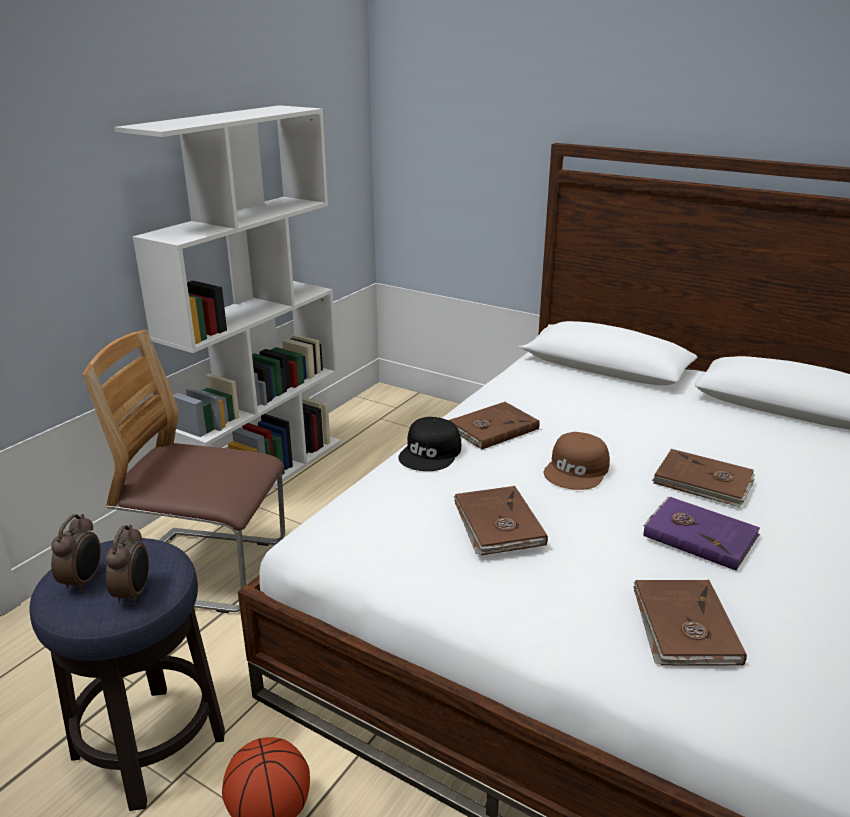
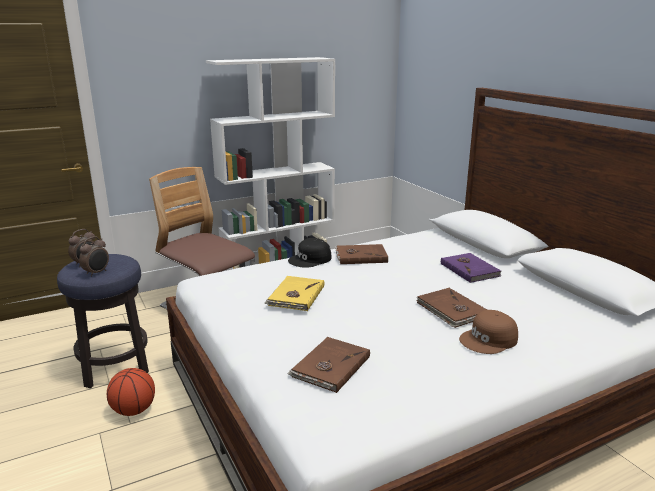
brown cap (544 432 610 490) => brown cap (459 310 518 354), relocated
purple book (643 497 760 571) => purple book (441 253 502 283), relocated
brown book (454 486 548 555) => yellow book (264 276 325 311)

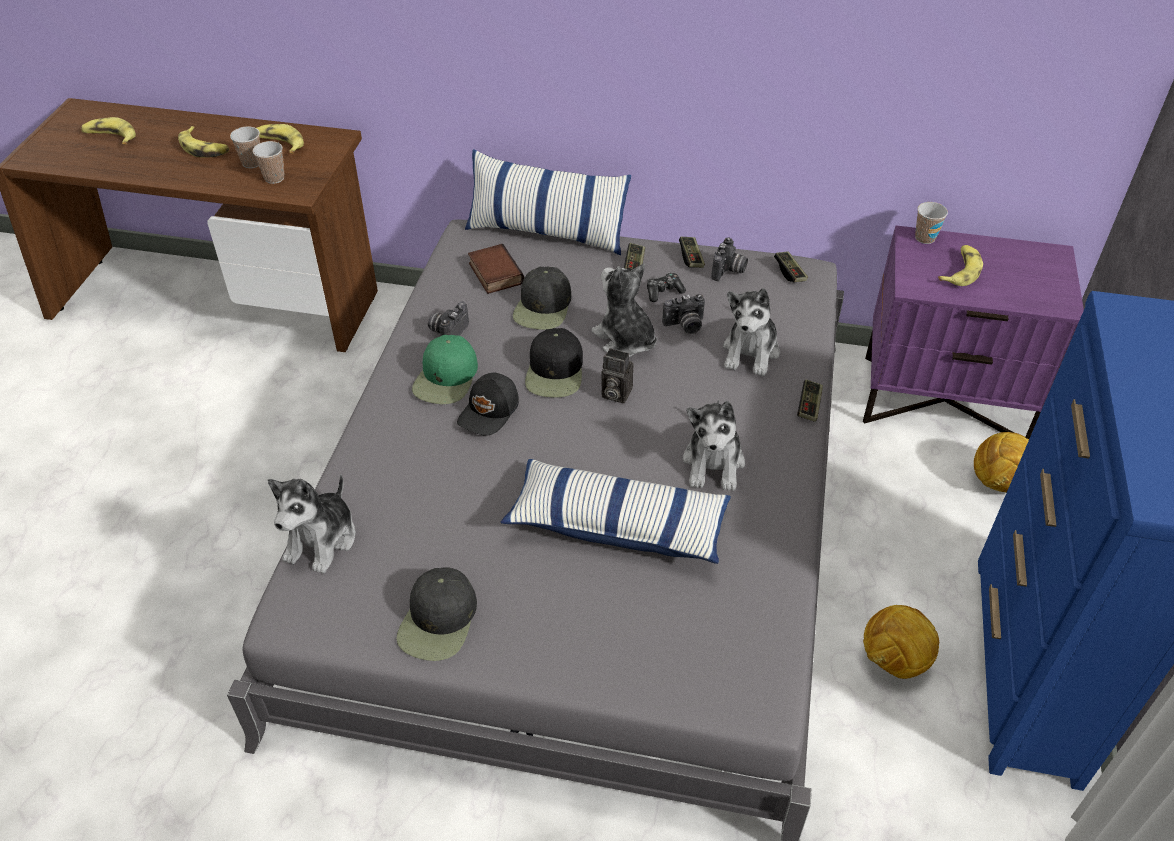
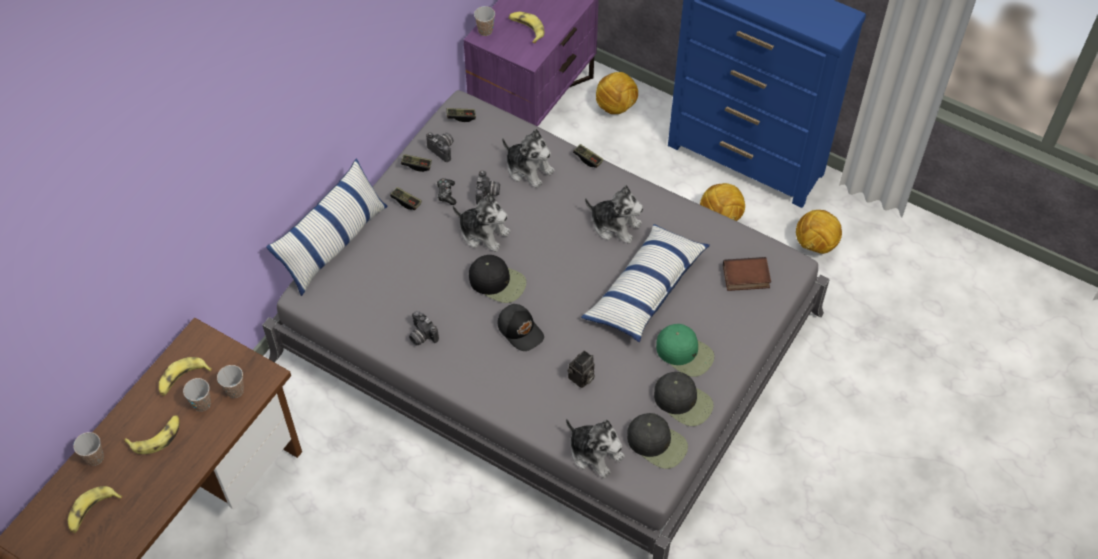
nothing => cup (73 432 104 466)
nothing => football (796 210 842 254)
green cap (412 335 478 404) => green cap (656 324 714 377), relocated
book (468 244 524 294) => book (723 257 771 291), relocated
black cap (513 267 571 330) => black cap (627 413 688 469), relocated
photo camera (602 348 634 403) => photo camera (567 350 595 388), relocated
plush toy (592 264 657 357) => plush toy (453 193 510 252), 135 degrees counterclockwise

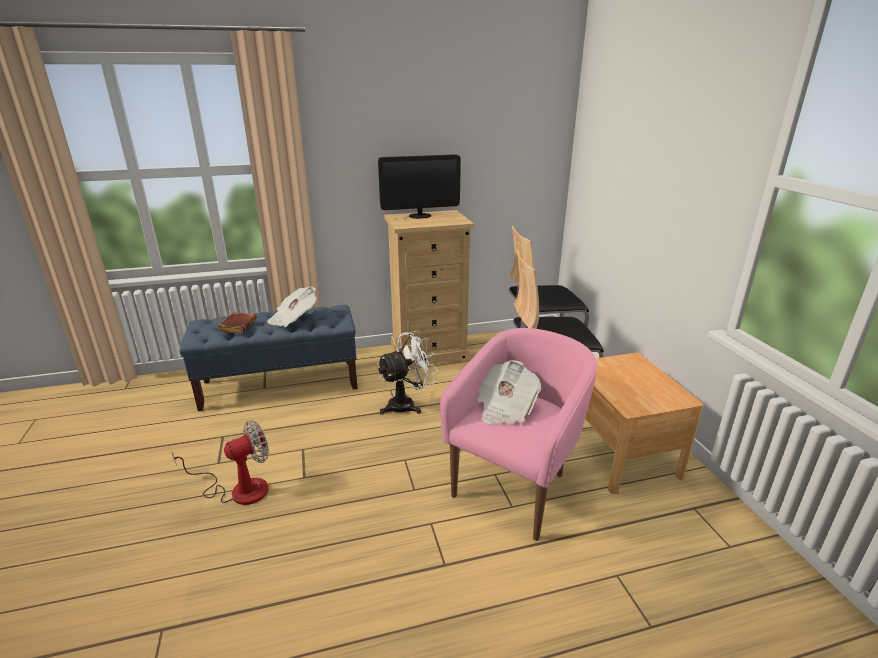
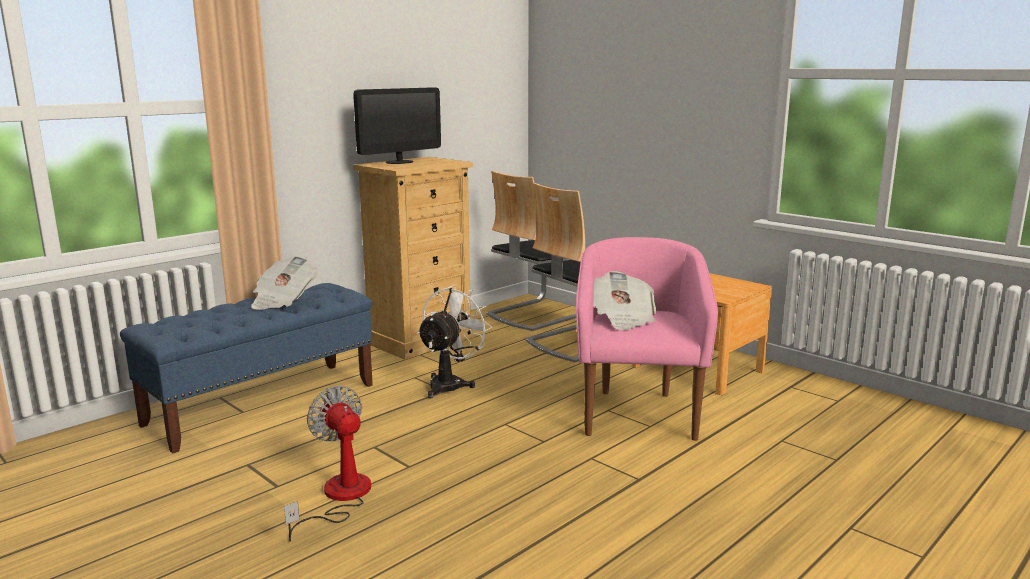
brown book (218 312 257 334) => nothing
fan (171 421 269 505) => fan (284 386 371 541), 60 degrees counterclockwise

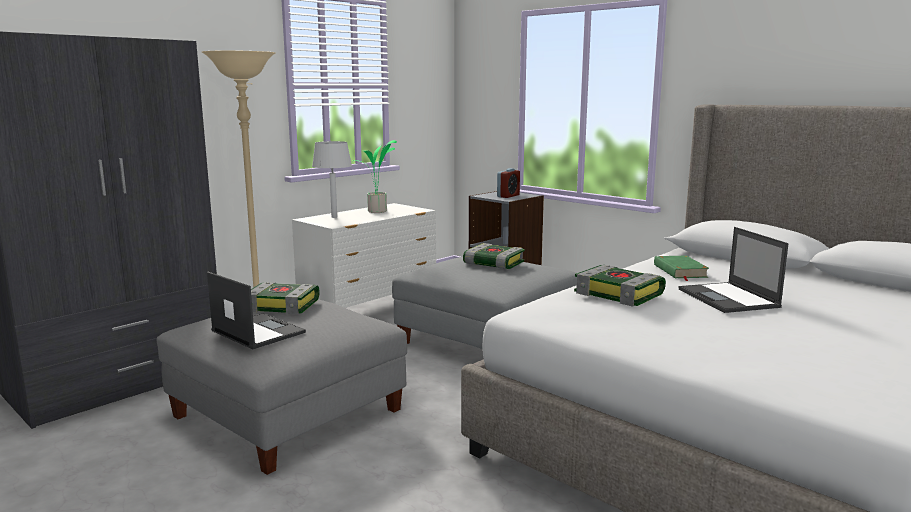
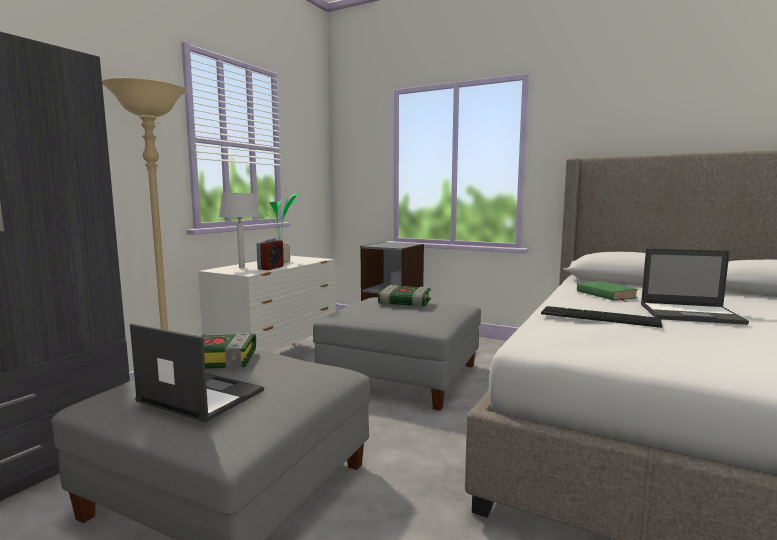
alarm clock (497 168 520 198) => alarm clock (256 238 284 270), relocated
book (574 265 666 307) => keyboard (541 306 662 328)
laptop (679 227 789 313) => laptop (641 249 749 325), 45 degrees counterclockwise

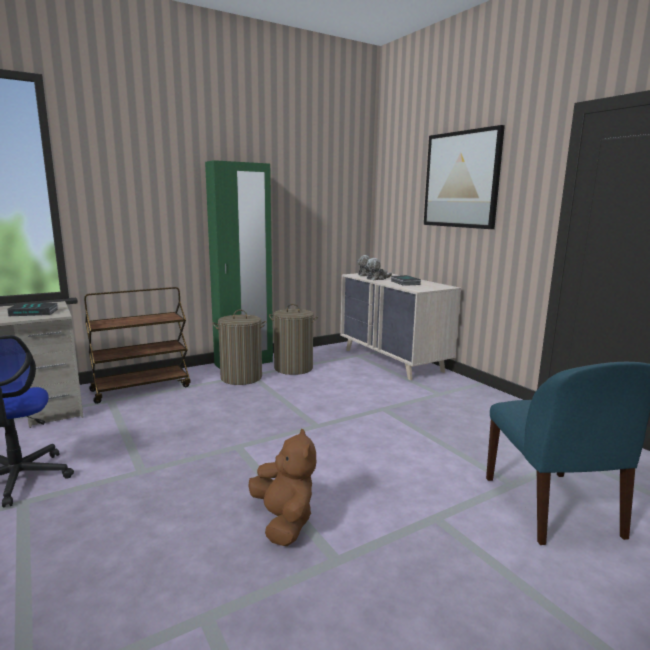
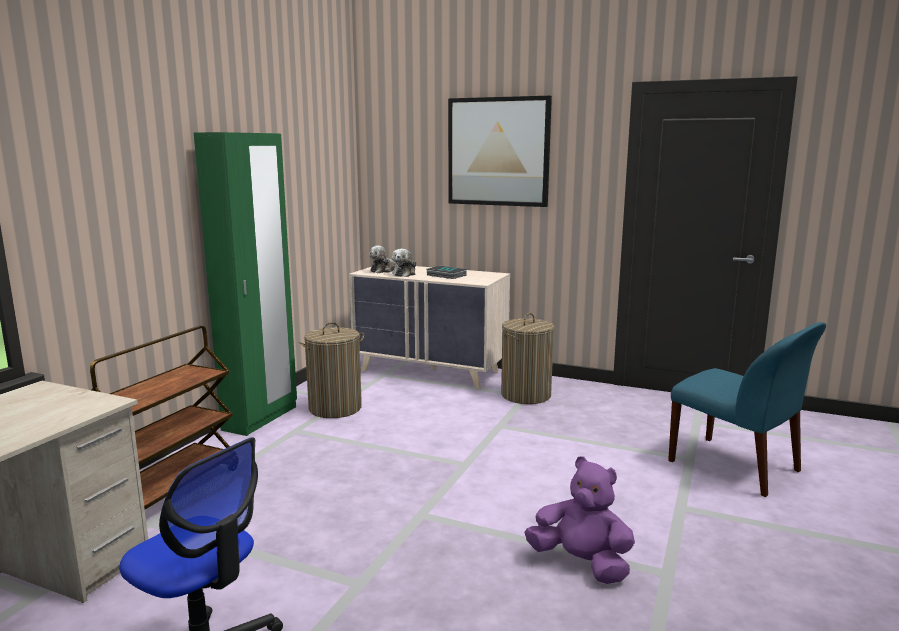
book (7 303 58 316) => nothing
laundry basket (213 309 266 385) => laundry basket (501 313 554 404), relocated
brown plush toy (248 429 316 546) => purple plush toy (525 456 635 584)

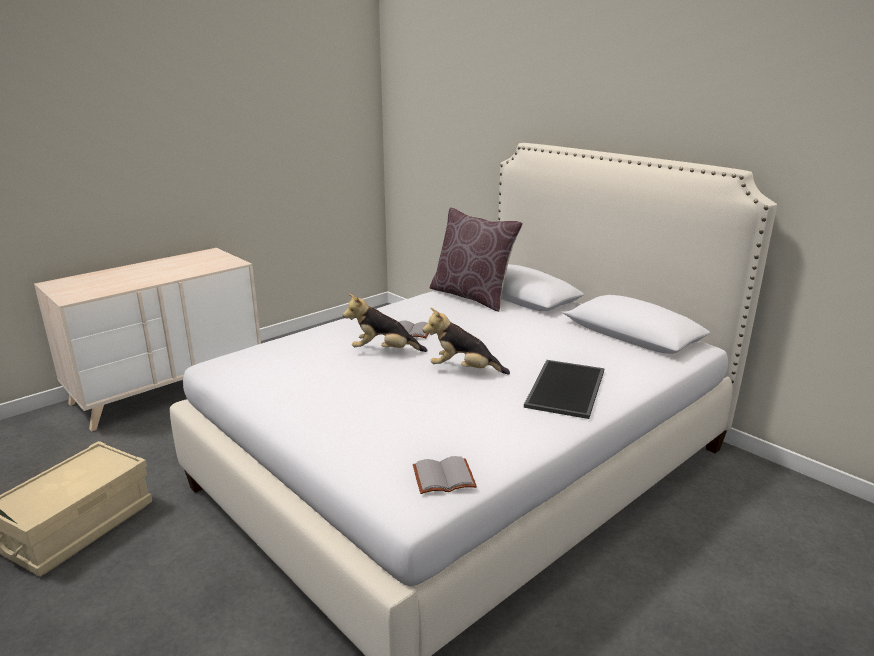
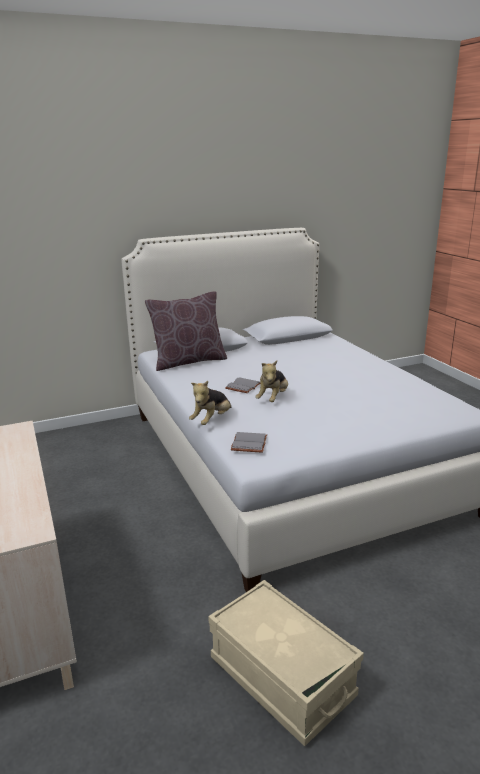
tray (524 360 604 419) => nothing
grey book (413 456 477 494) => grey book (231 432 267 453), relocated
plush toy (423 307 510 375) => plush toy (189 381 231 425), relocated

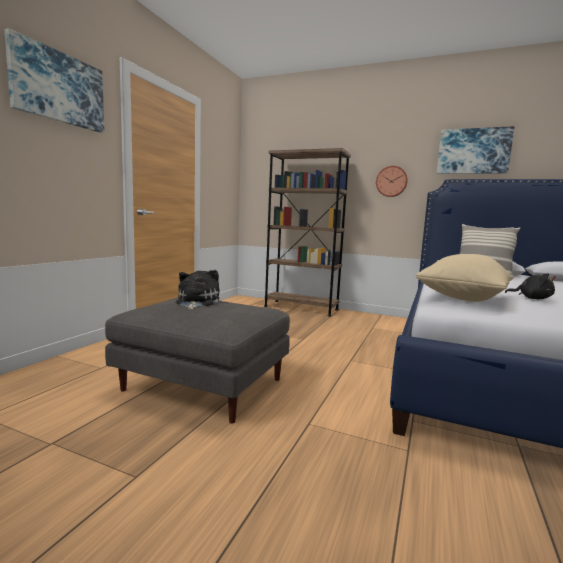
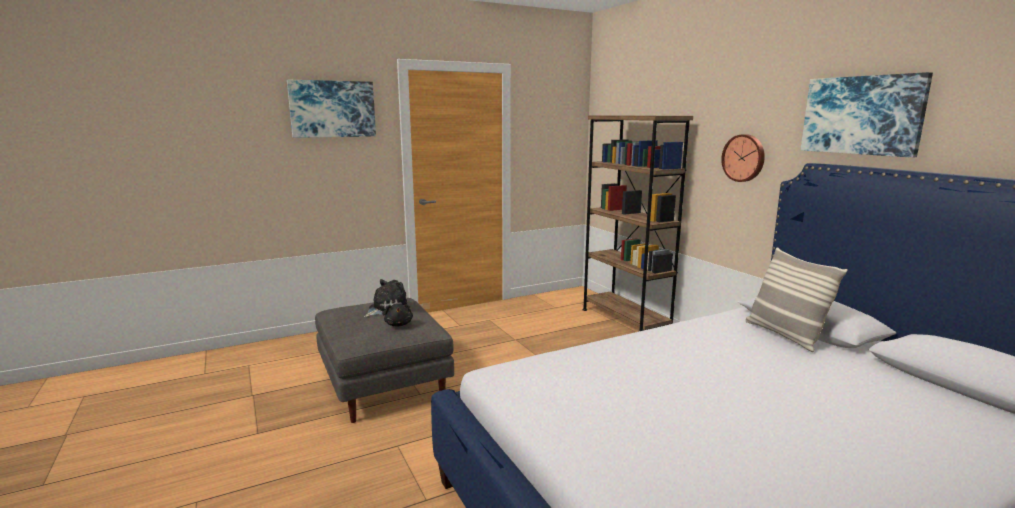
beige pillow (416 254 513 302) => nothing
black plush toy (505 274 556 299) => black plush toy (384 303 413 327), relocated

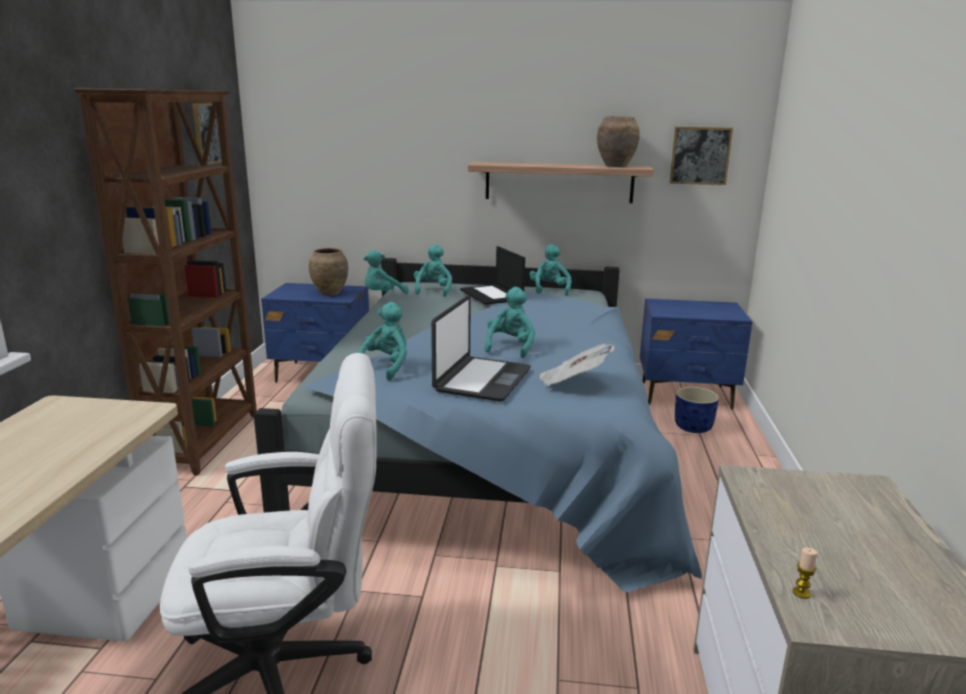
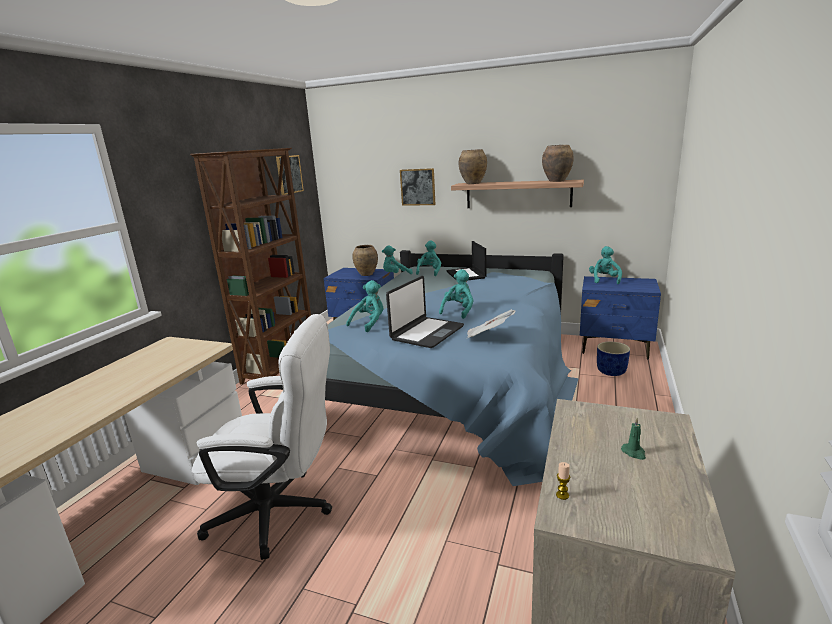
nothing => brown vase (459 149 487 184)
nothing => green candle (621 418 646 460)
turquoise plush toy (530 244 571 296) => turquoise plush toy (589 246 622 284), relocated
picture (670 127 733 185) => picture (400 168 436 206), relocated

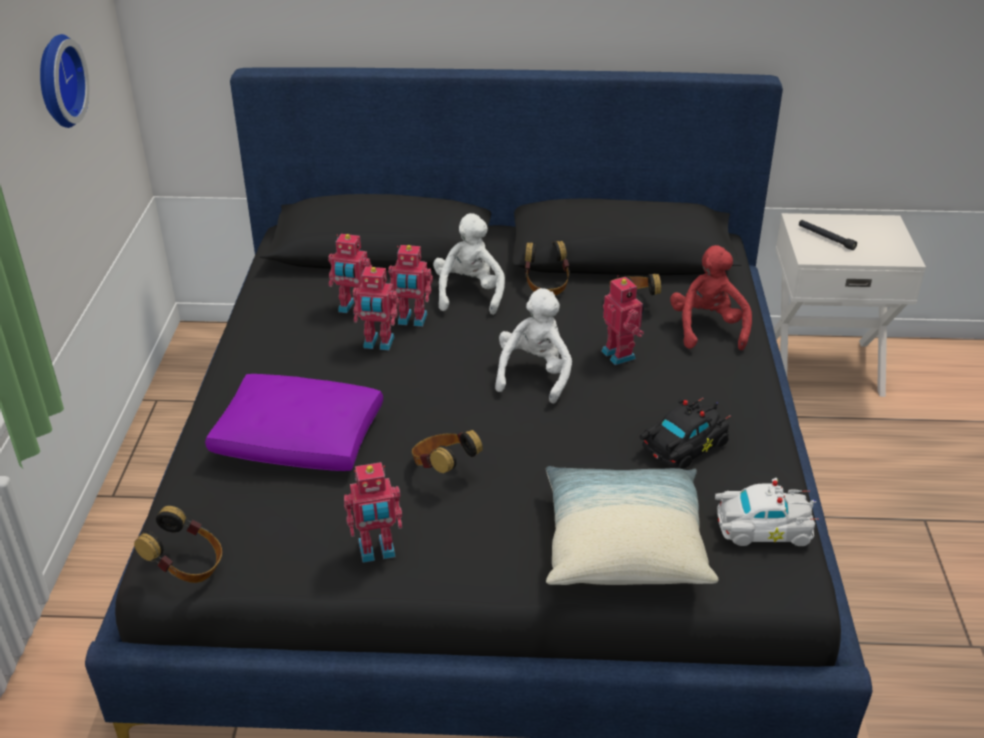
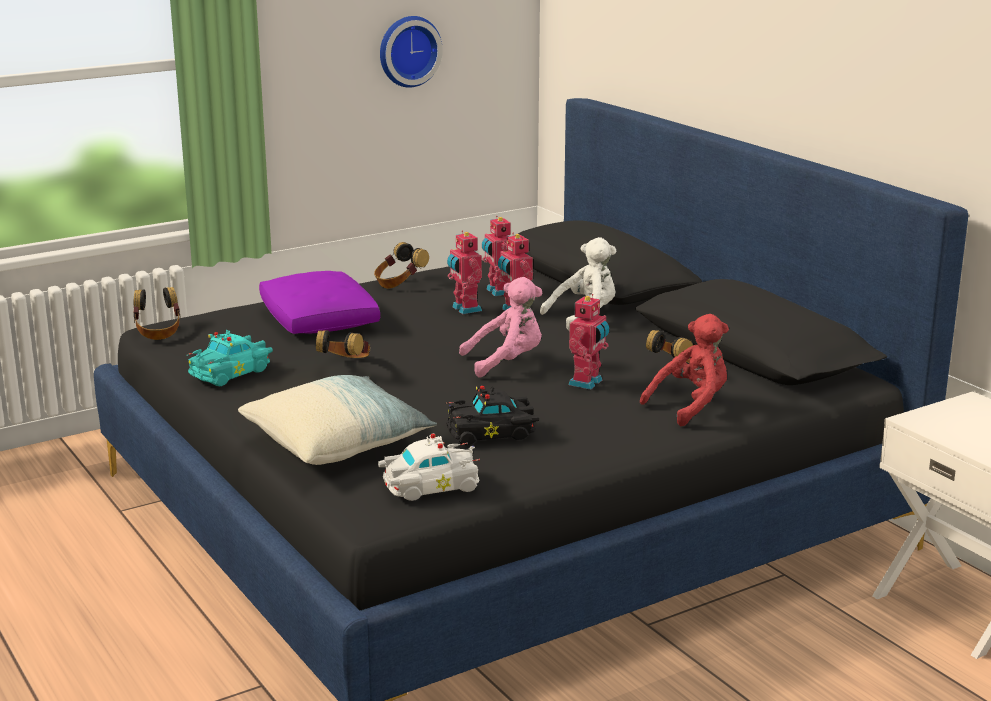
black flashlight (799 220 857 250) => nothing
headphones (525 241 570 295) => headphones (374 242 429 289), relocated
toy robot (344 462 402 563) => turquoise toy car (186 330 273 386)
white plush toy (495 288 572 404) => pink plush toy (459 277 542 378)
black toy car (640 398 731 468) => black toy car (446 386 539 445), 150 degrees clockwise
white toy car (715 478 819 546) => white toy car (378 433 480 501), 75 degrees counterclockwise

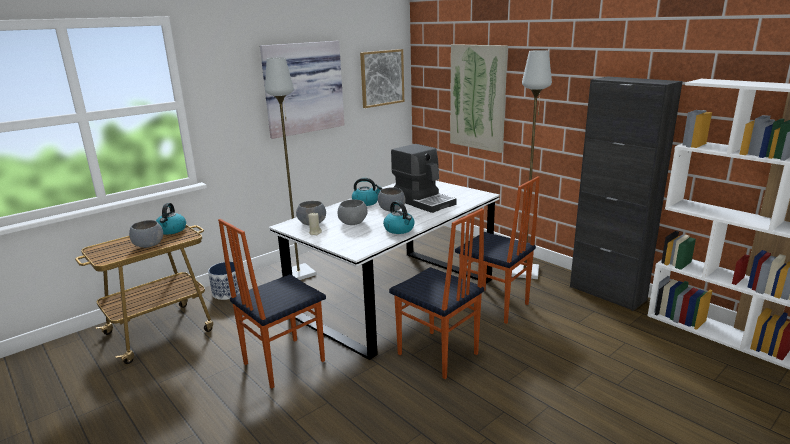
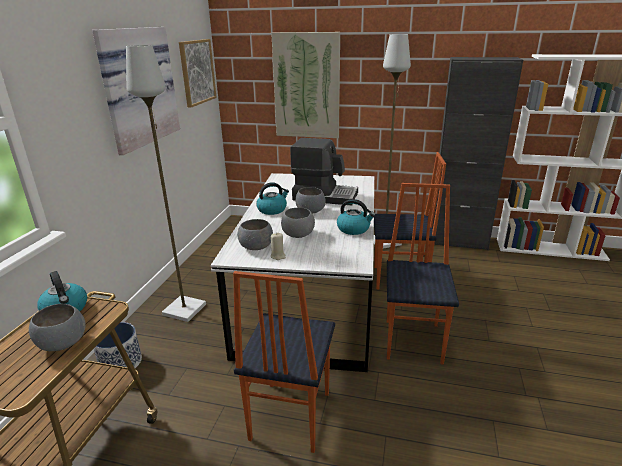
chair (389 209 484 379) => chair (387 183 459 365), 90 degrees counterclockwise

